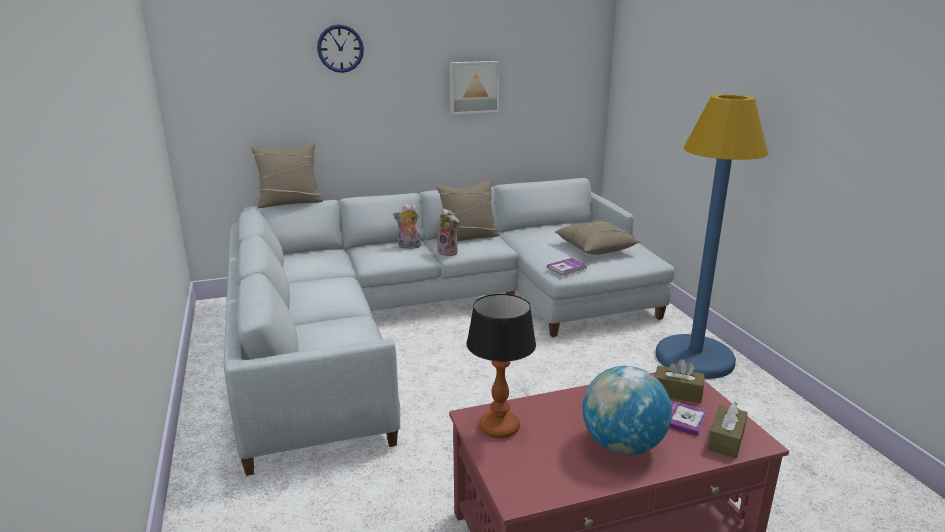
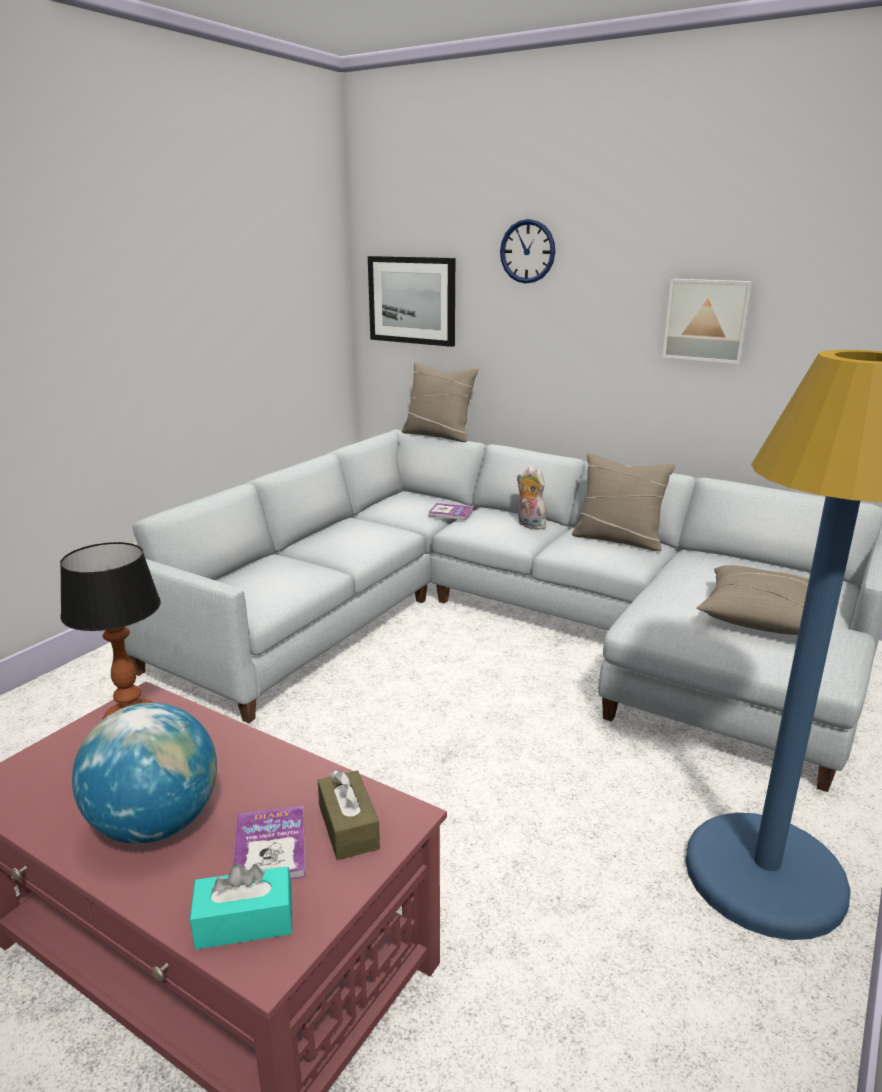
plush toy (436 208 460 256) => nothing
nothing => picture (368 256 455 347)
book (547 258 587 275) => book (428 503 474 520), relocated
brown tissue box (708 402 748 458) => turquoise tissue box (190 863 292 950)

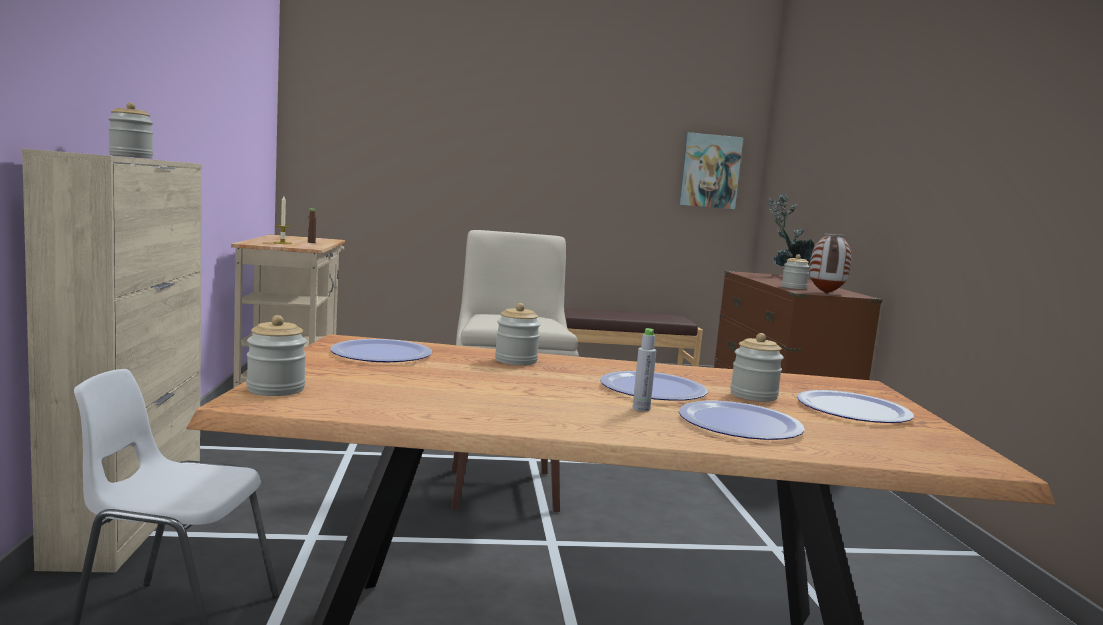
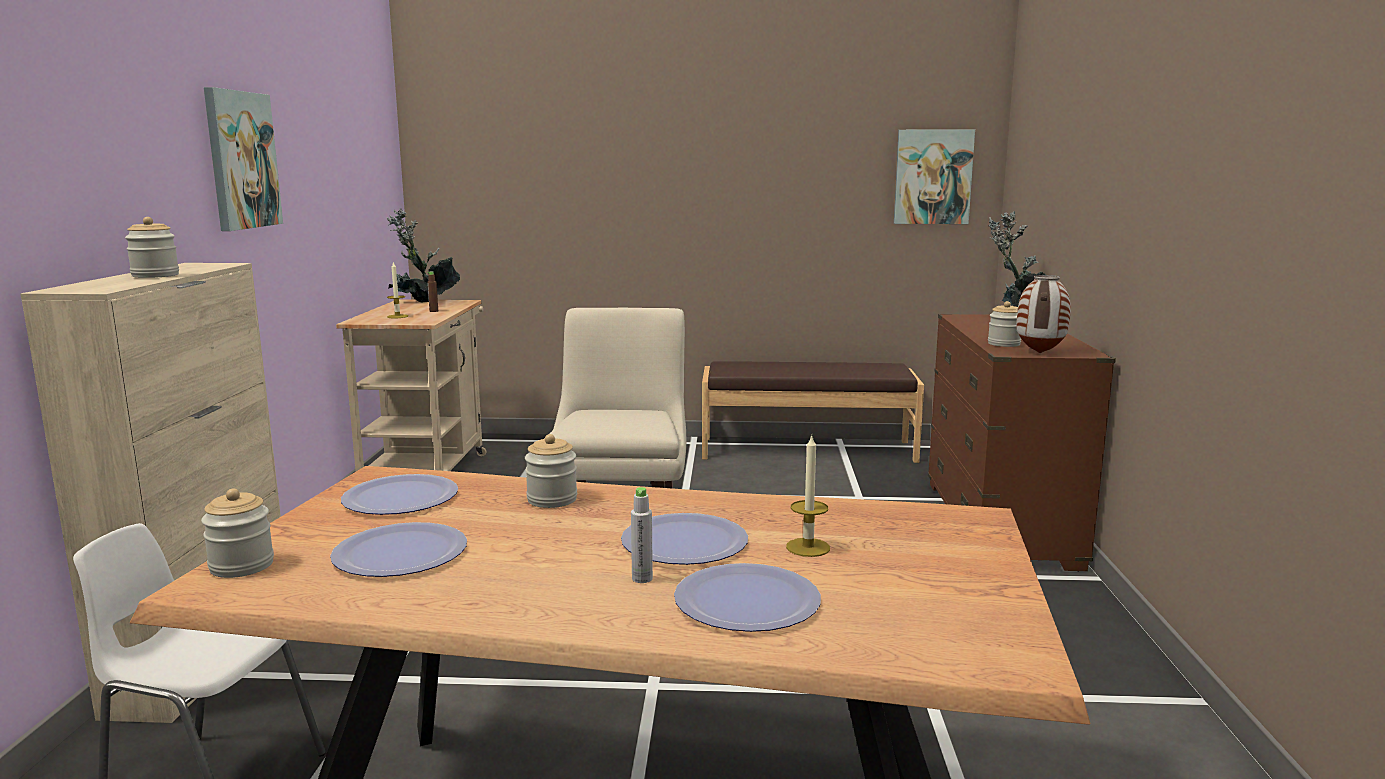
nothing => picture (204 87 283 231)
nothing => potted plant (387 208 460 302)
plate (797 390 914 423) => plate (330 522 467 577), relocated
jar (730 333 784 402) => candle (786 436 830 557)

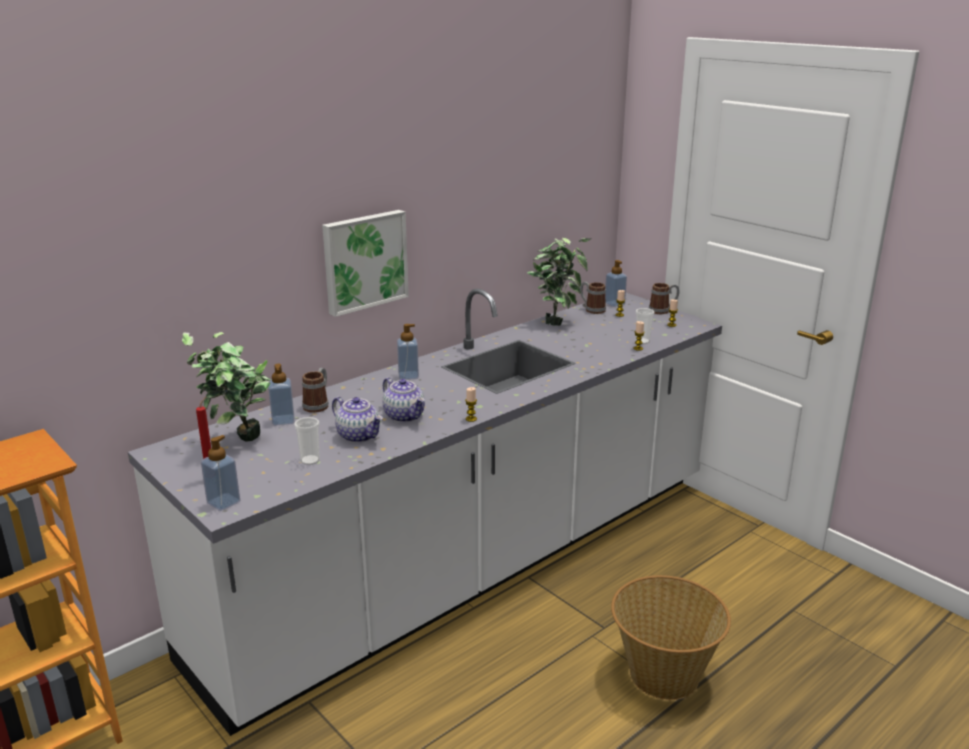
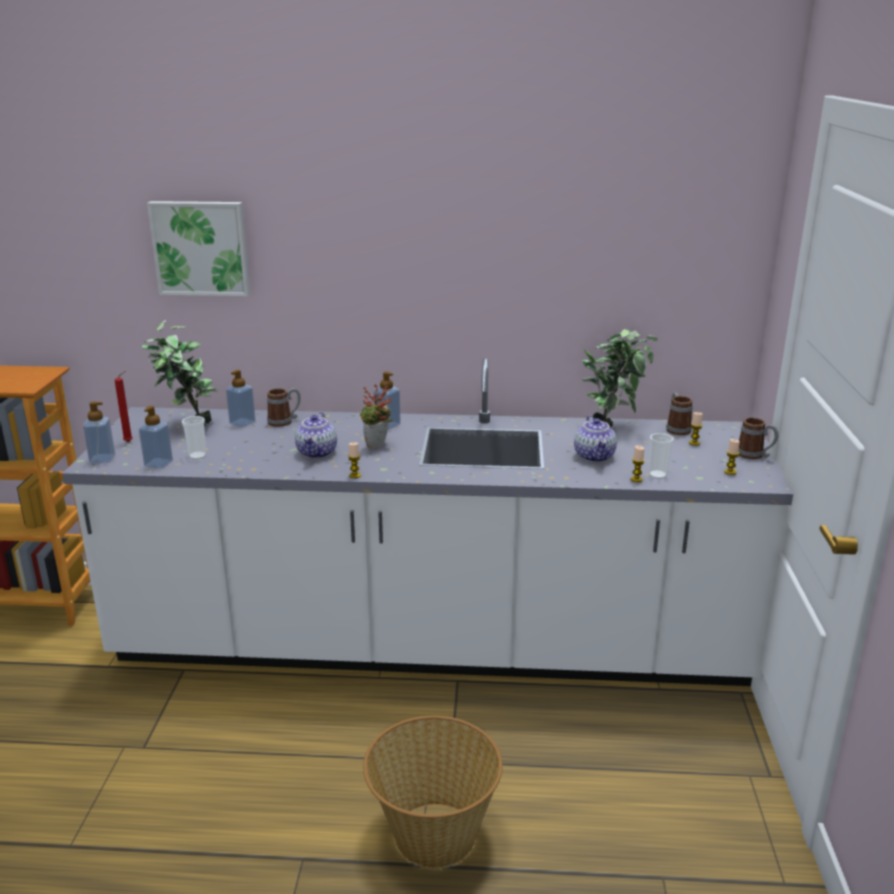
nothing => potted plant (360 384 393 449)
picture (322 210 409 317) => picture (147 201 250 296), relocated
teapot (332 397 383 443) => teapot (574 415 617 462), relocated
soap dispenser (605 260 627 307) => soap dispenser (139 406 173 469), relocated

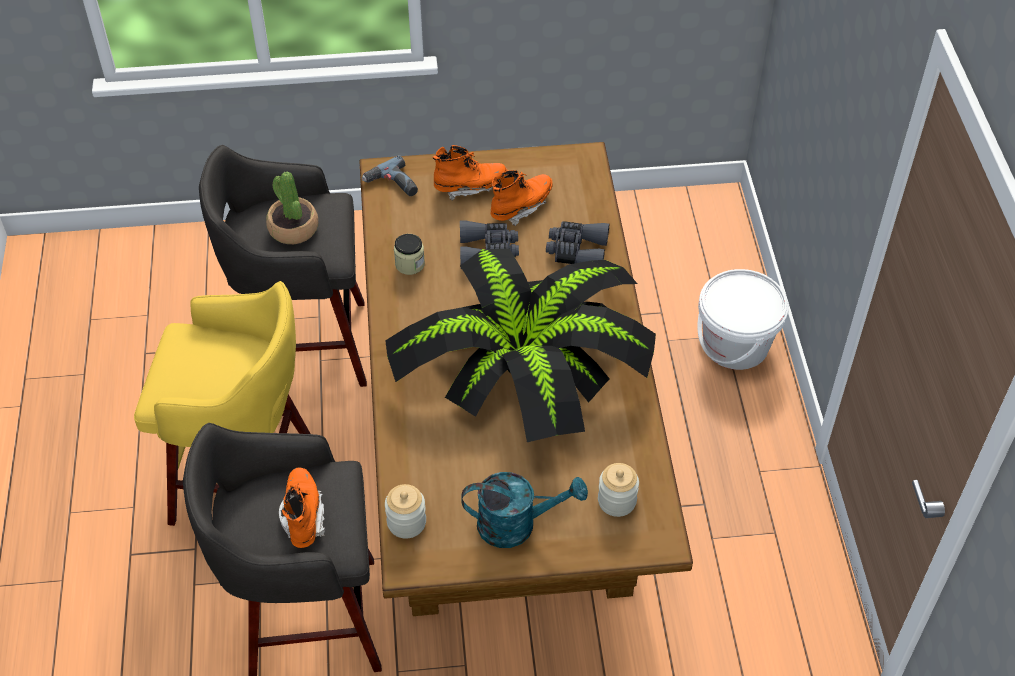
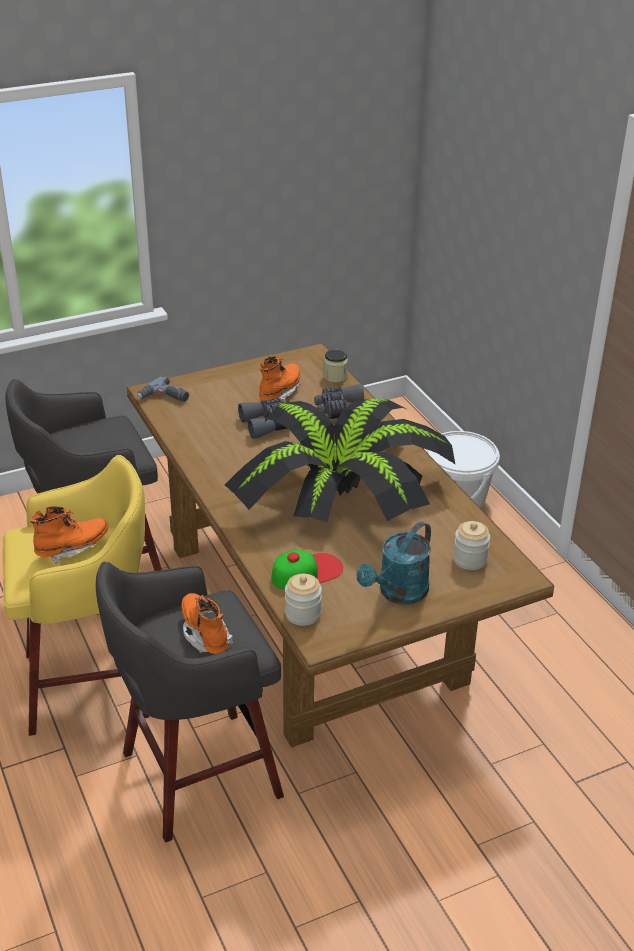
potted plant (266 171 318 244) => nothing
nothing => cap (272 549 343 590)
jar (394 234 425 275) => jar (323 350 348 383), relocated
orange boot (432 145 508 200) => orange boot (30 506 108 565), relocated
turquoise watering can (461 472 588 548) => turquoise watering can (356 521 431 605), 150 degrees clockwise

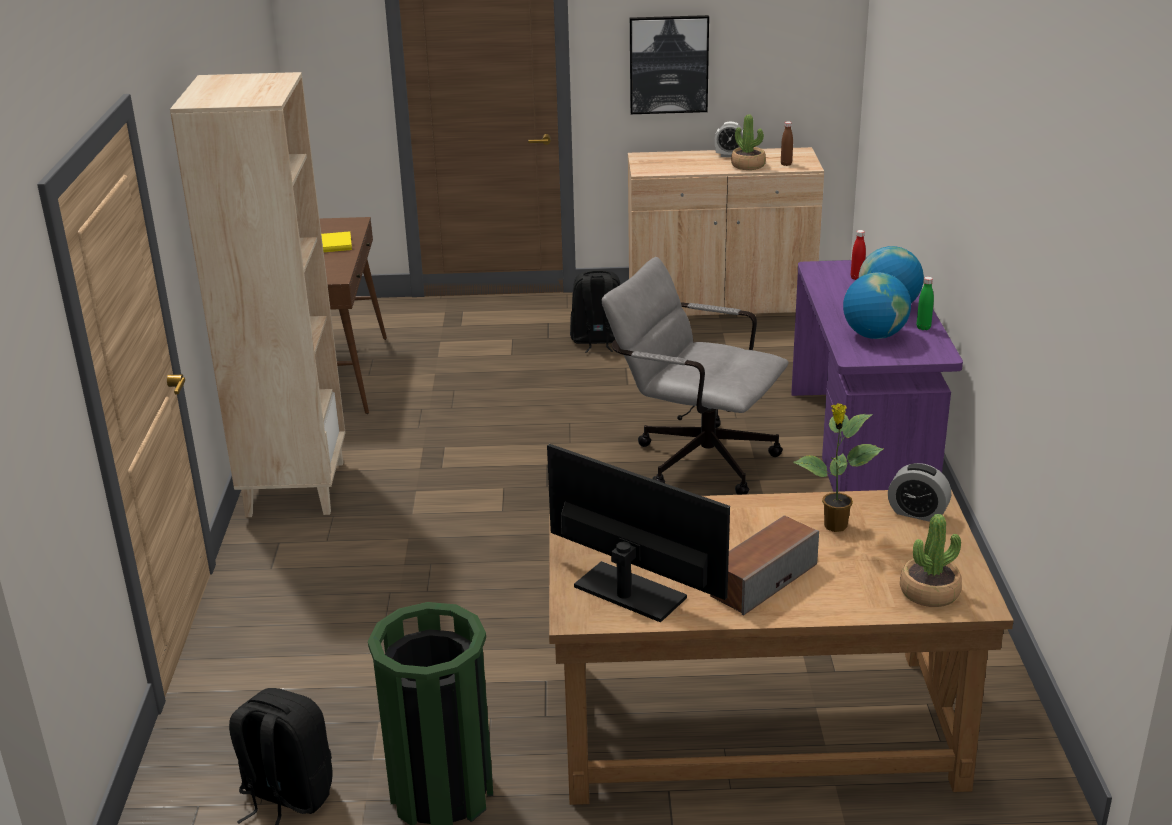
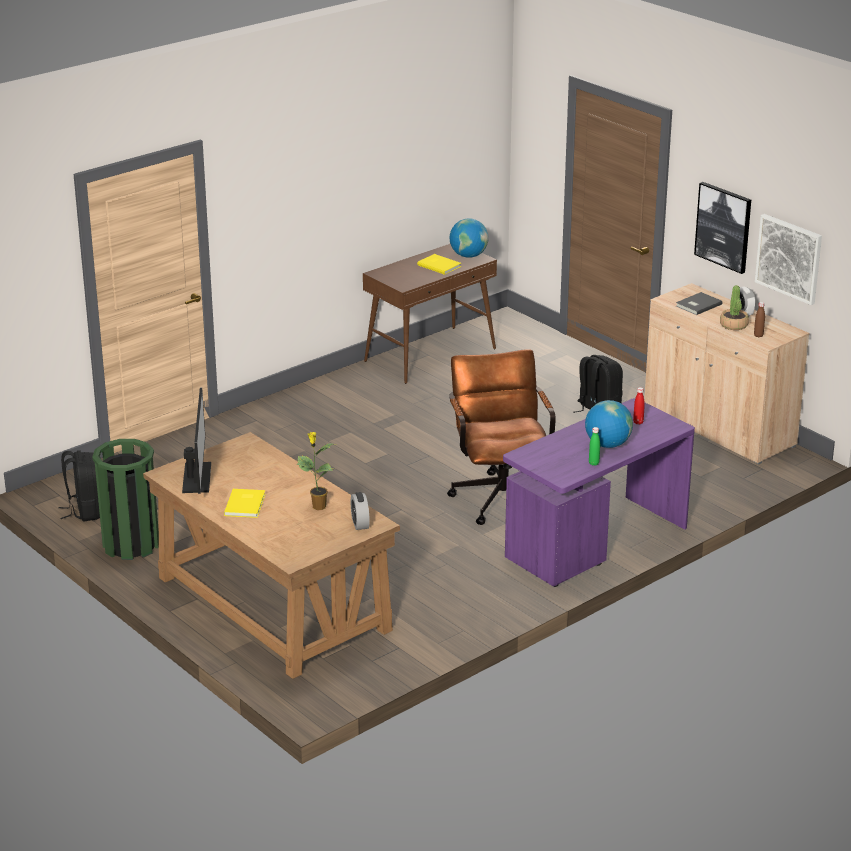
beige bookcase (170 72 345 517) => nothing
potted plant (900 514 962 607) => nothing
nothing => grey book (676 292 722 315)
nothing => picture (755 214 822 305)
globe (843 272 911 339) => globe (450 218 489 258), relocated
speaker (710 515 819 615) => yellow book (224 489 265 518)
grey office chair (602 257 788 495) => brown office chair (447 349 556 525)

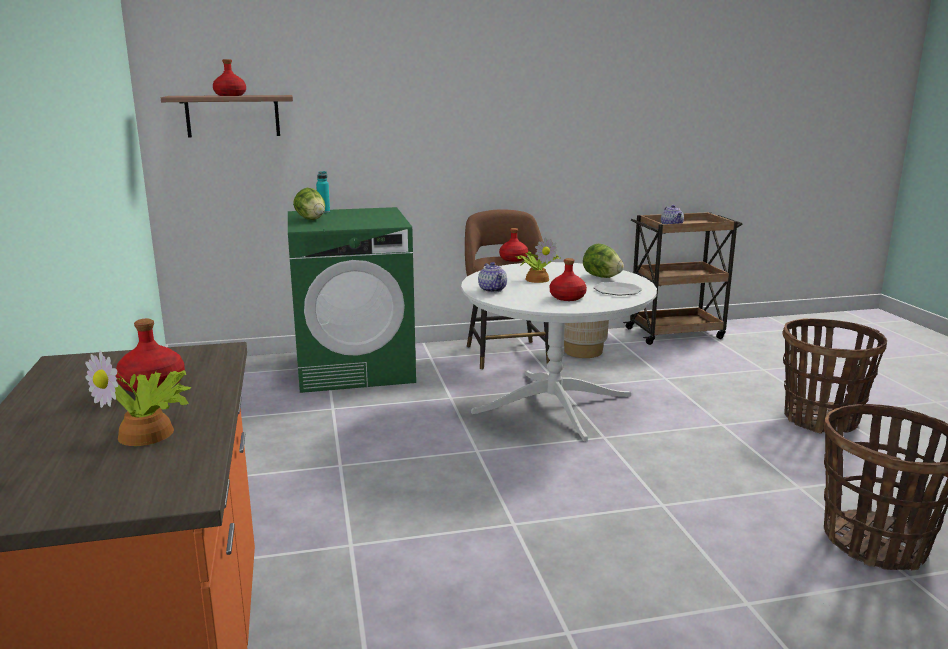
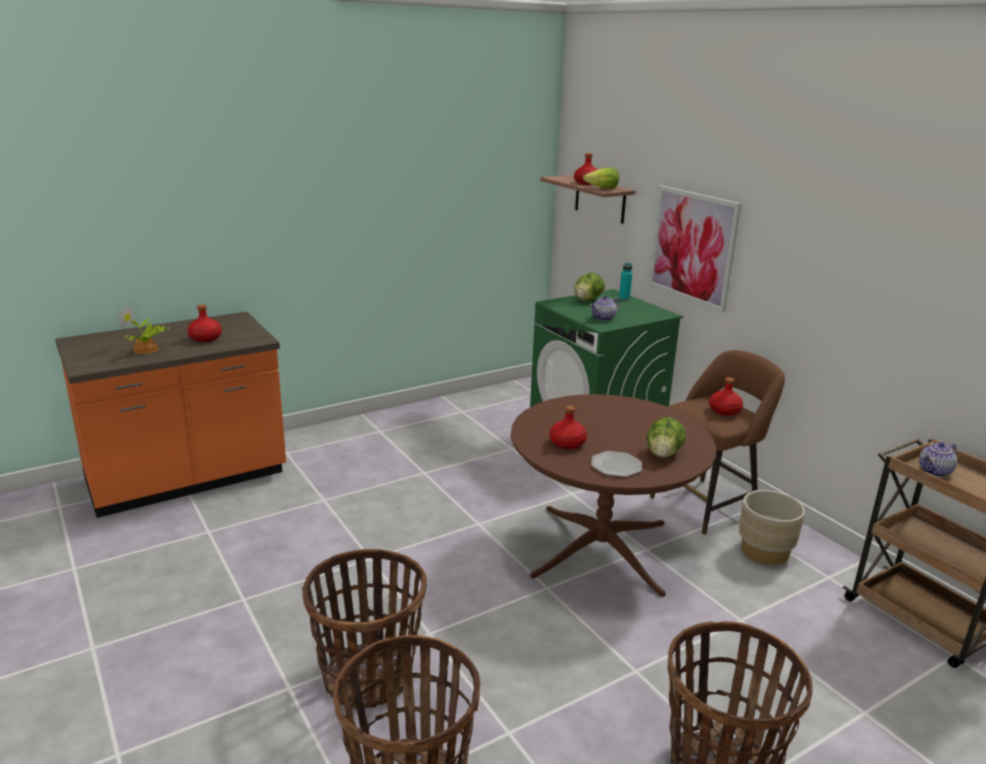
potted plant (515 238 561 283) => nothing
nothing => basket (302 549 427 709)
nothing => lettuce (583 168 619 188)
nothing => picture (649 185 741 313)
teapot (478 262 507 293) => teapot (590 296 620 321), relocated
white dining table (461 262 657 442) => brown dining table (511 394 717 597)

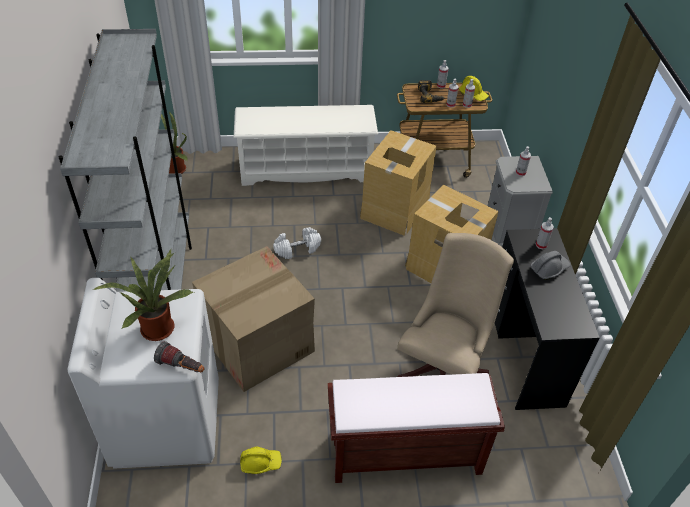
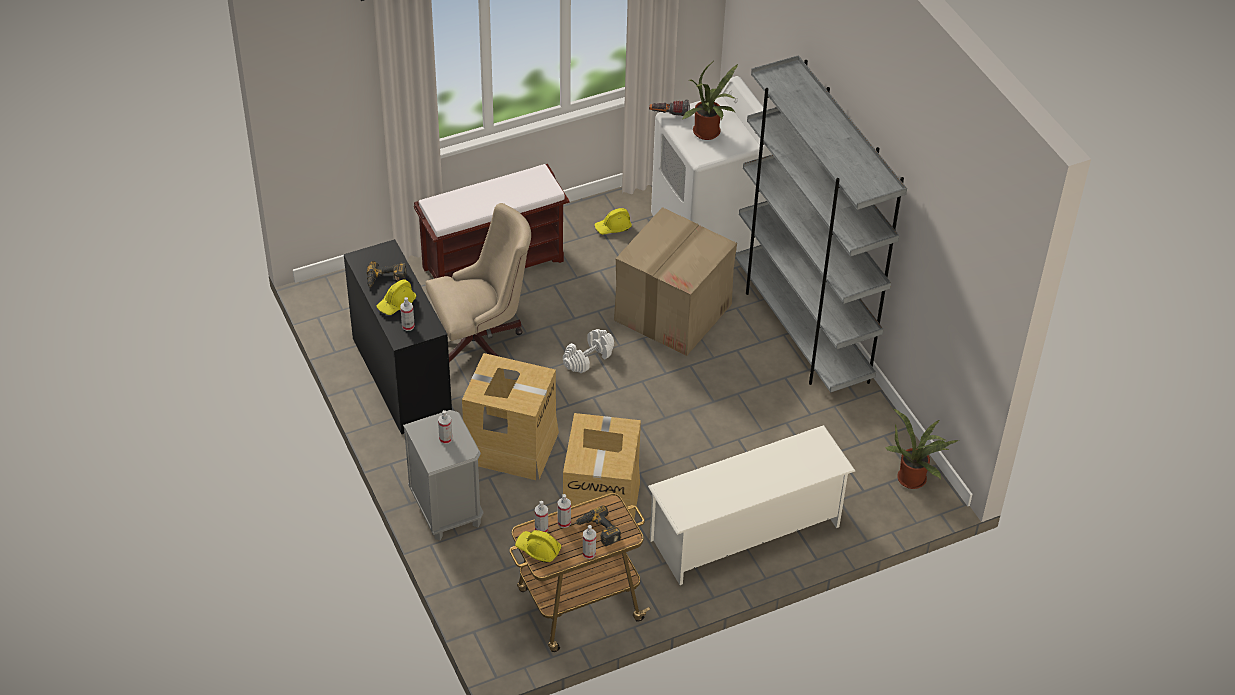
nothing => power drill (367 261 407 288)
white dumbbell (273 227 321 259) => white dumbbell (563 329 614 373), relocated
grey hard hat (531 251 571 280) => yellow hard hat (377 279 416 315)
beige office chair (397 233 514 377) => beige office chair (426 203 531 362), 120 degrees counterclockwise

